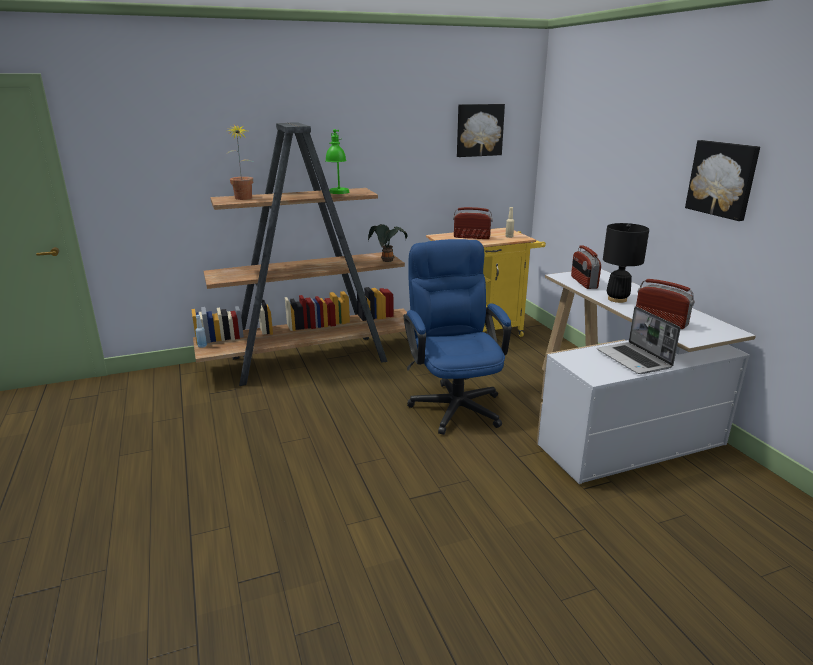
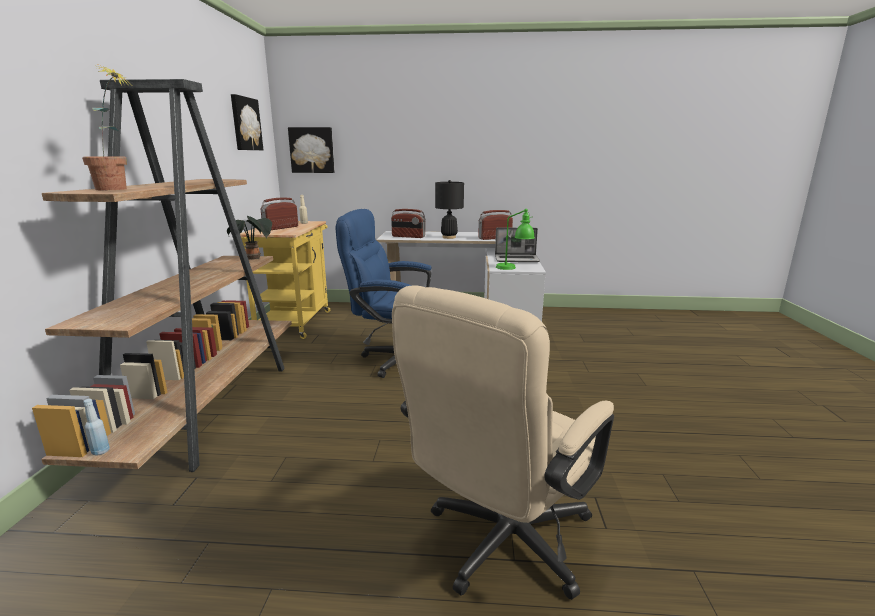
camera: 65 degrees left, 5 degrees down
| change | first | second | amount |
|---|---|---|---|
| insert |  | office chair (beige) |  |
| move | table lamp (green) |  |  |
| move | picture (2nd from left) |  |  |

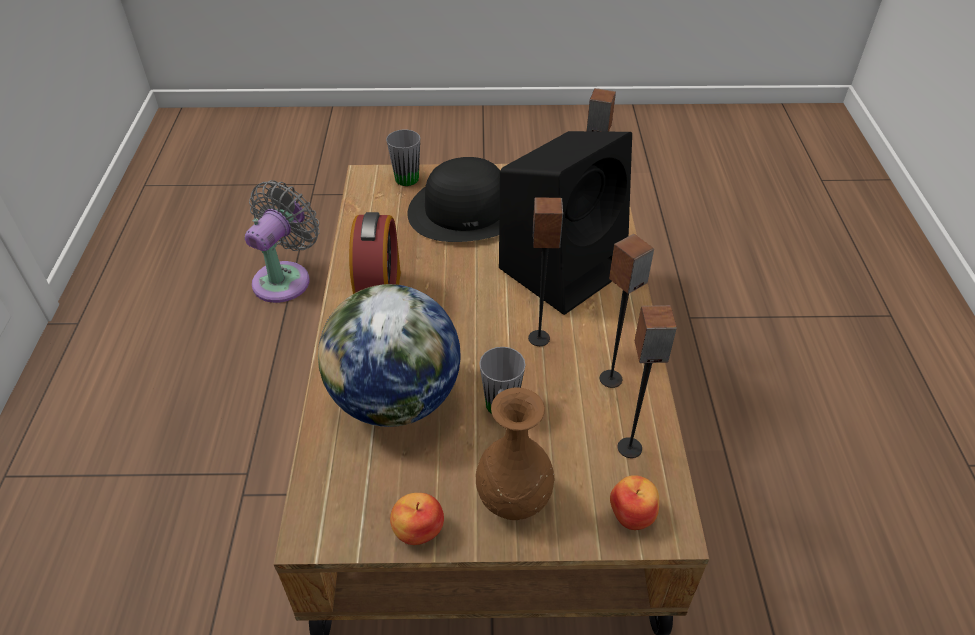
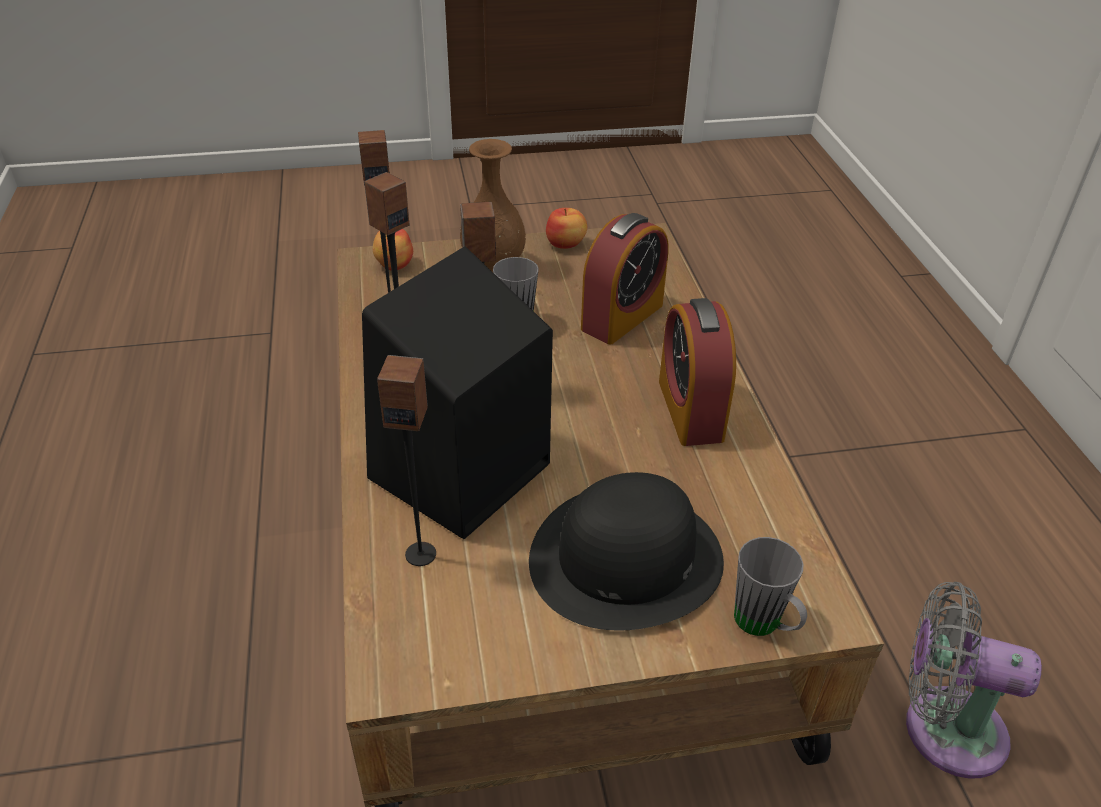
camera: 170 degrees right, 5 degrees down
| change | first | second | amount |
|---|---|---|---|
| replace | globe | alarm clock (1st from left) |  |
| rotate | fan (grey) |  | 90 degrees clockwise |

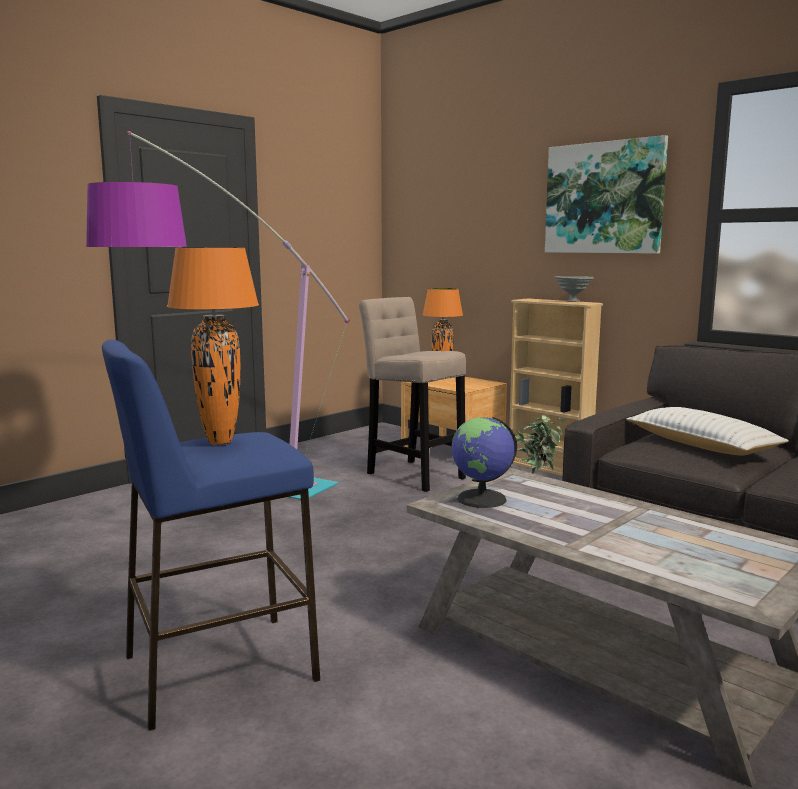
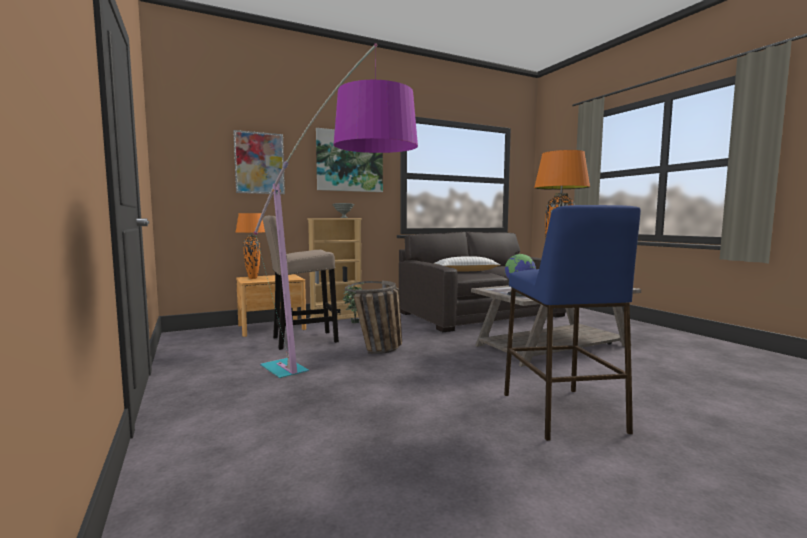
camera: 70 degrees left, 5 degrees down
| change | first | second | amount |
|---|---|---|---|
| insert |  | picture (1st from left) |  |
| insert |  | basket |  |

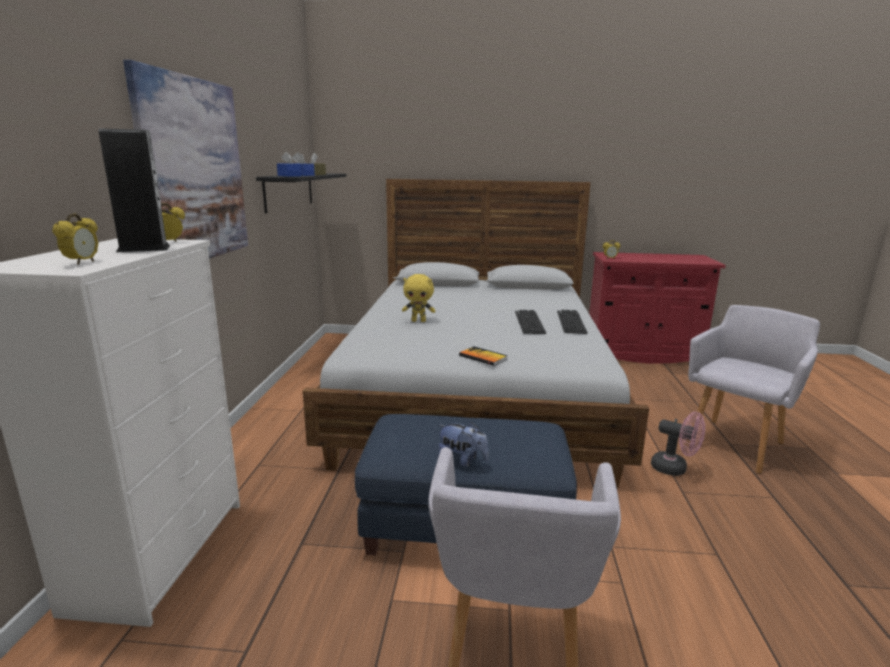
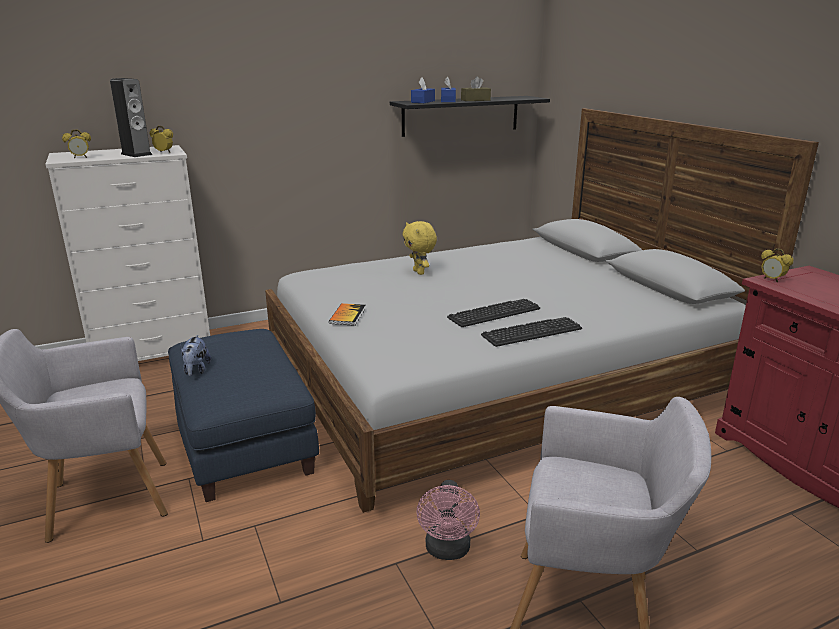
camera: 60 degrees right, 5 degrees up
| change | first | second | amount |
|---|---|---|---|
| delete | picture |  |  |

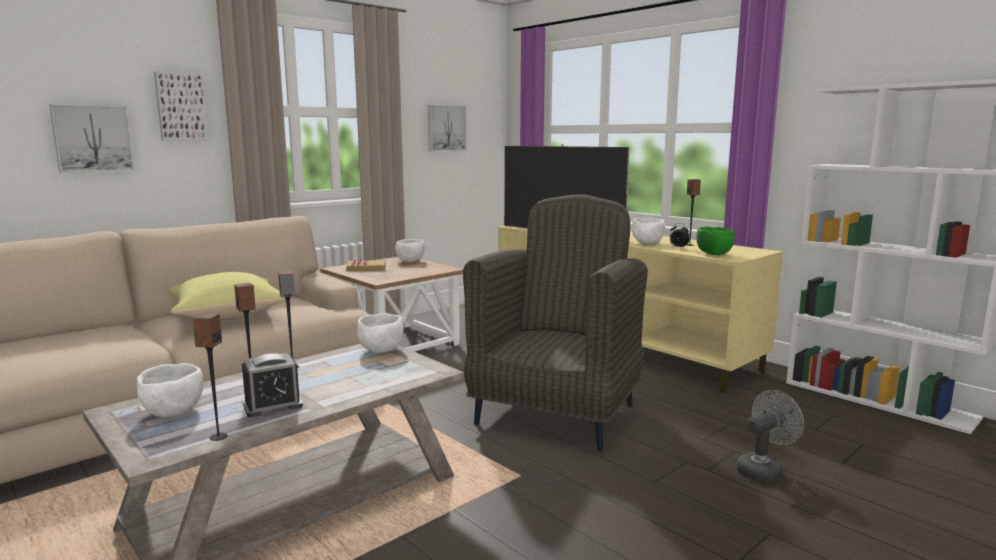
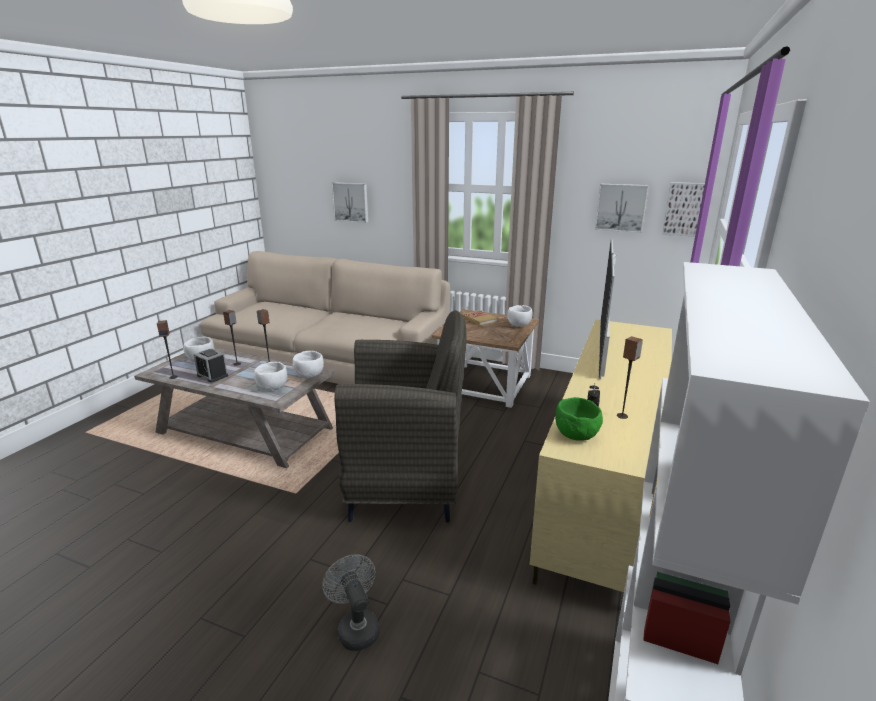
camera: 65 degrees right, 10 degrees up
| change | first | second | amount |
|---|---|---|---|
| delete | pillow (yellow) |  |  |
| move | picture (2nd from left in the first image) | picture (3rd from left) |  |
| move | bowl (white) (4th from left in the first image) | bowl (white) (2nd from left) |  |
| rotate | fan (grey) |  | 150 degrees counterclockwise |

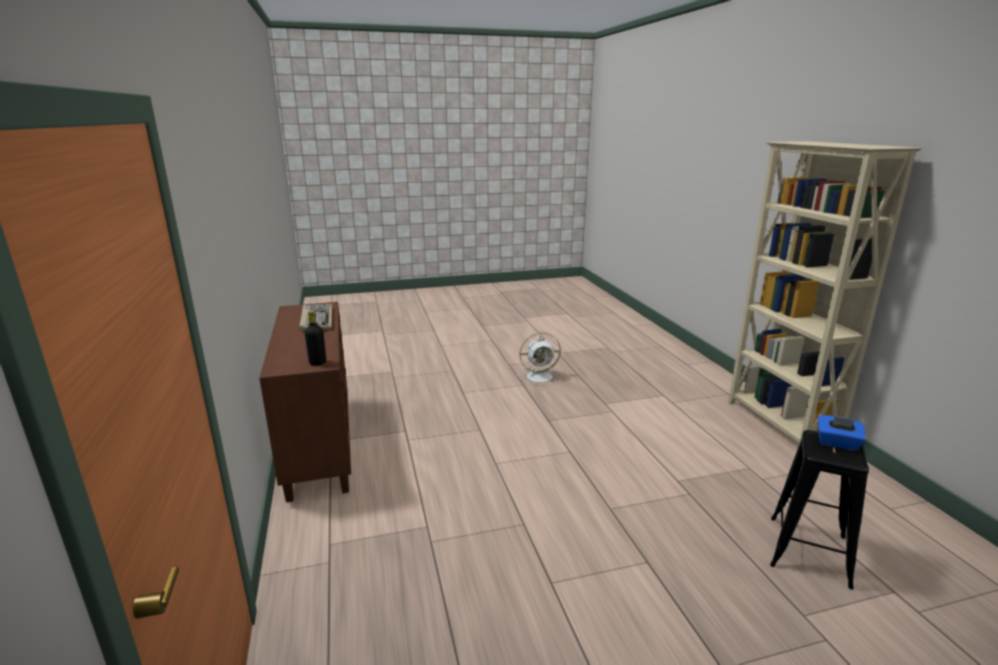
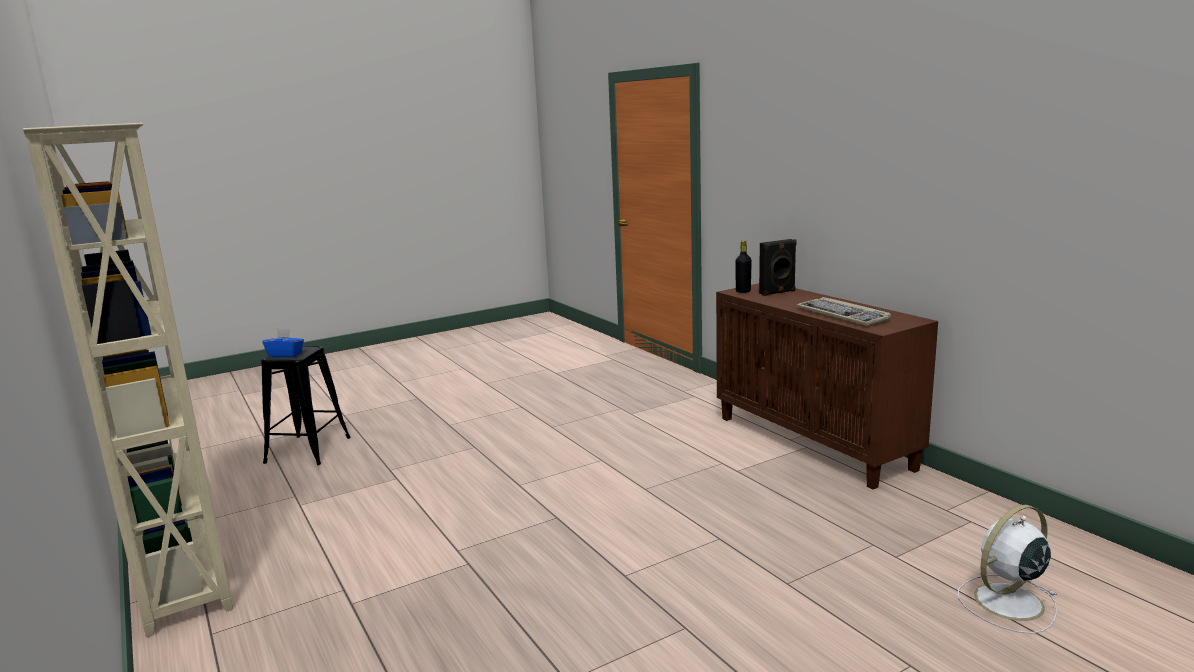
camera: 165 degrees right, 5 degrees down
| change | first | second | amount |
|---|---|---|---|
| insert |  | speaker (black) |  |
| move | fan (white) |  |  |

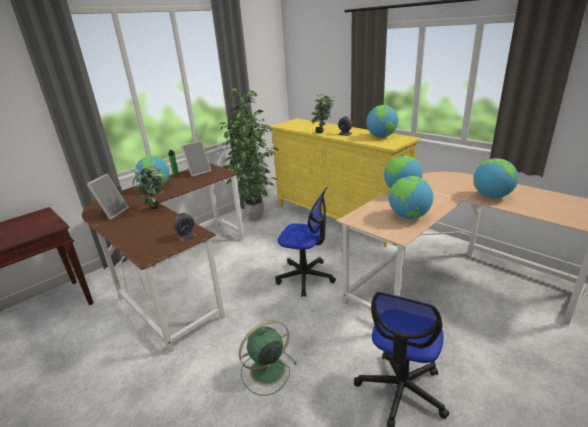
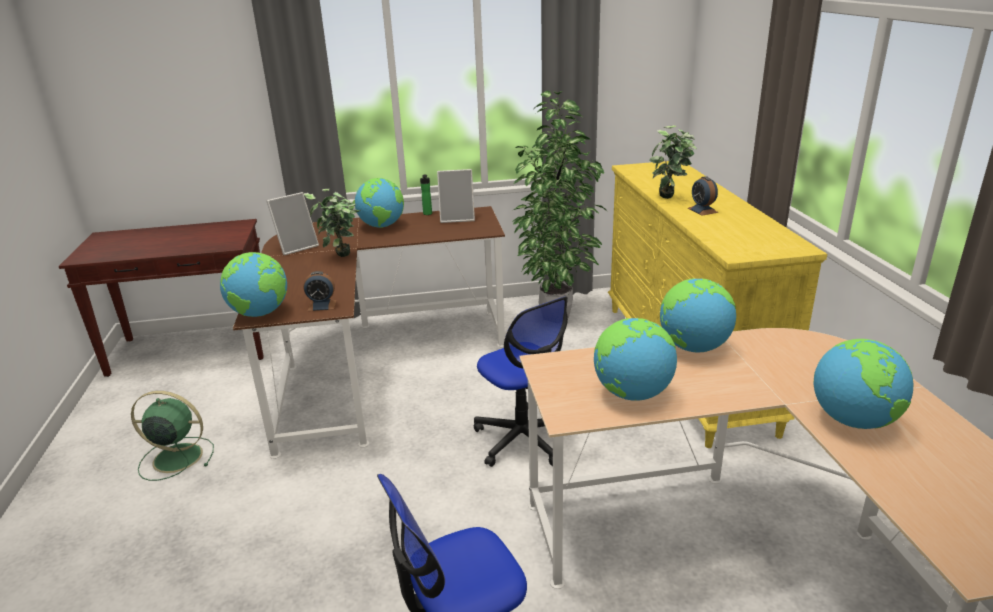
camera: 35 degrees right, 0 degrees up
| change | first | second | amount |
|---|---|---|---|
| move | fan (green) |  |  |
| move | globe (2nd from left in the first image) | globe (1st from left) |  |

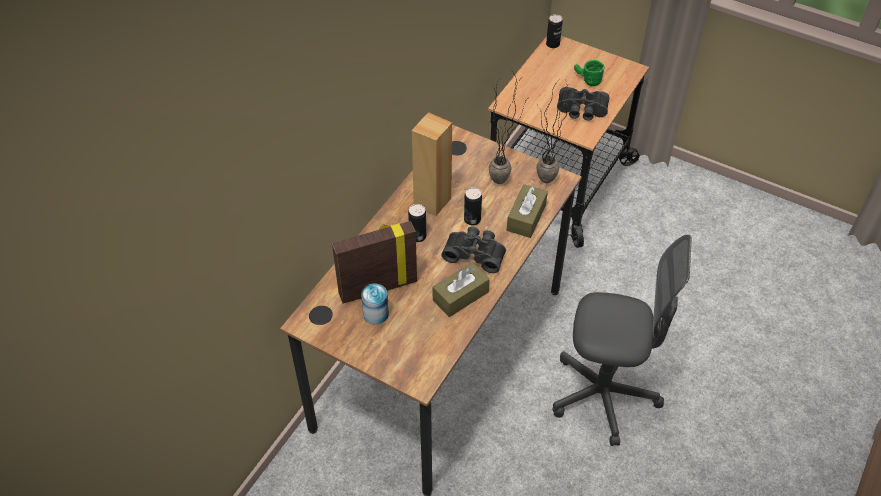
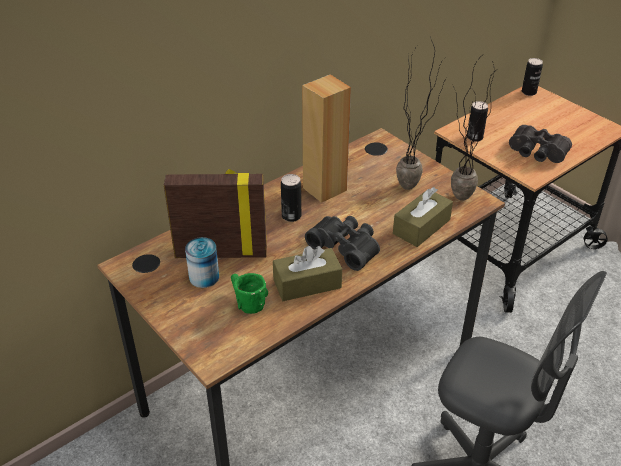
camera: 20 degrees right, 10 degrees down
| change | first | second | amount |
|---|---|---|---|
| move | can (3rd from left) |  |  |
| move | mug (green) |  |  |

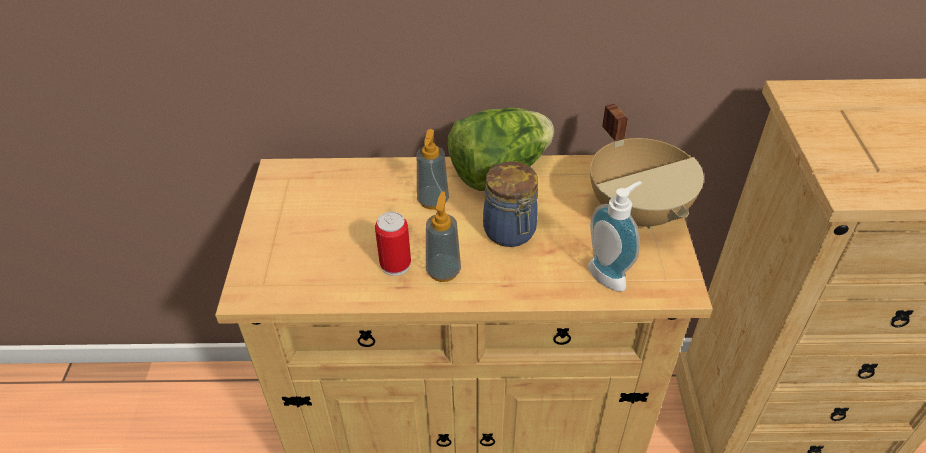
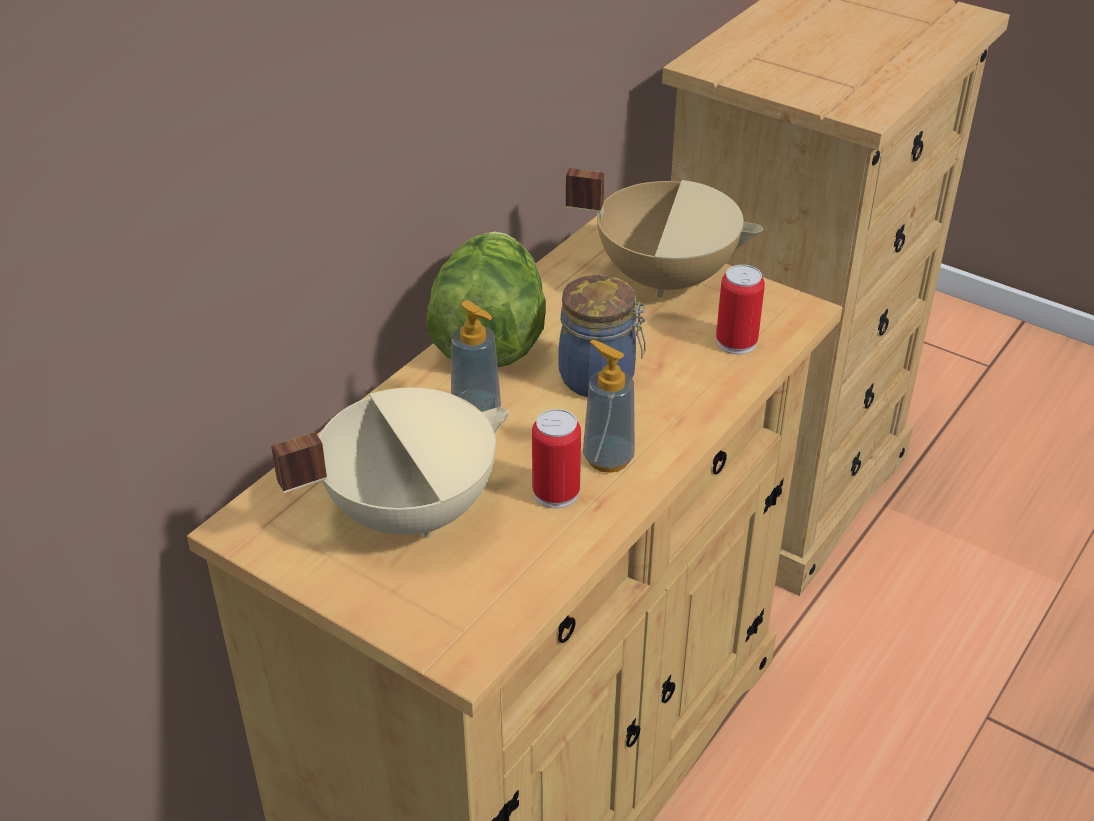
camera: 55 degrees left, 5 degrees down
| change | first | second | amount |
|---|---|---|---|
| insert |  | cooking pot (beige) (1st from left) |  |
| replace | soap dispenser (3rd from left) | can (2nd from left) |  |

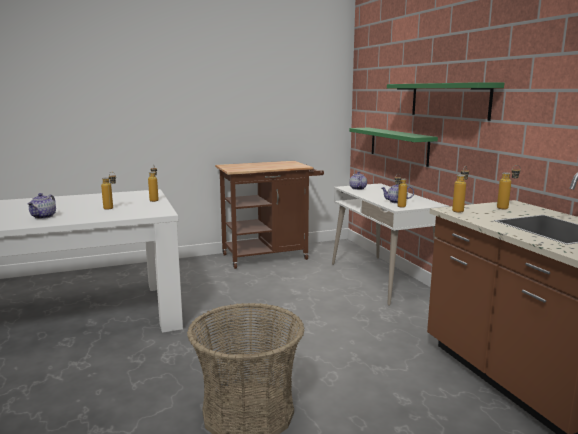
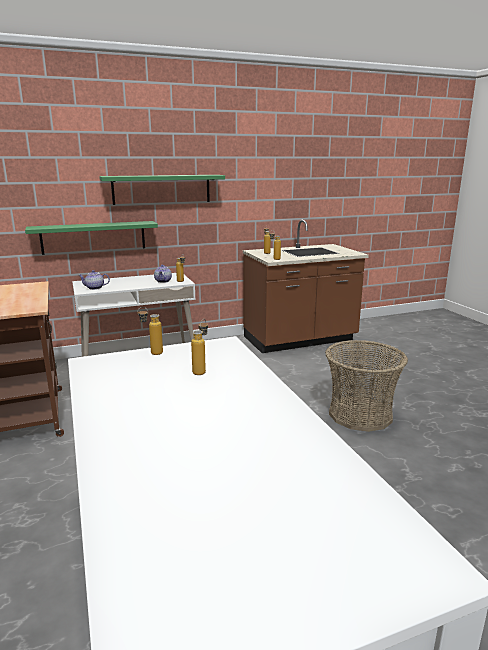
camera: 90 degrees left, 5 degrees up
| change | first | second | amount |
|---|---|---|---|
| delete | teapot (1st from left) |  |  |

